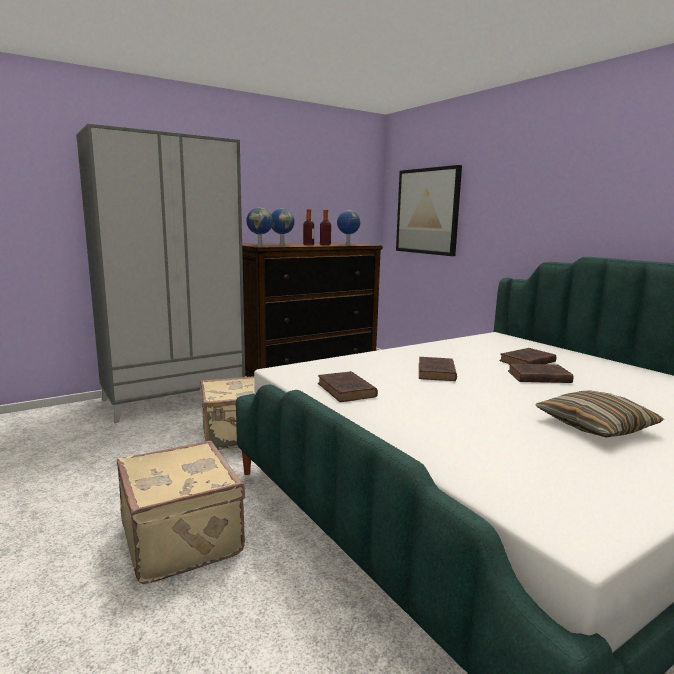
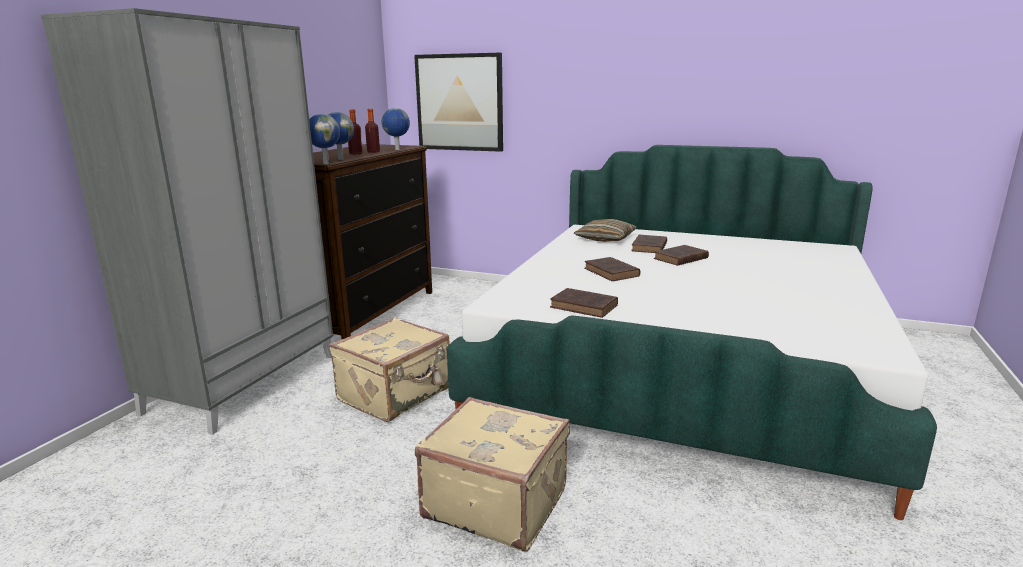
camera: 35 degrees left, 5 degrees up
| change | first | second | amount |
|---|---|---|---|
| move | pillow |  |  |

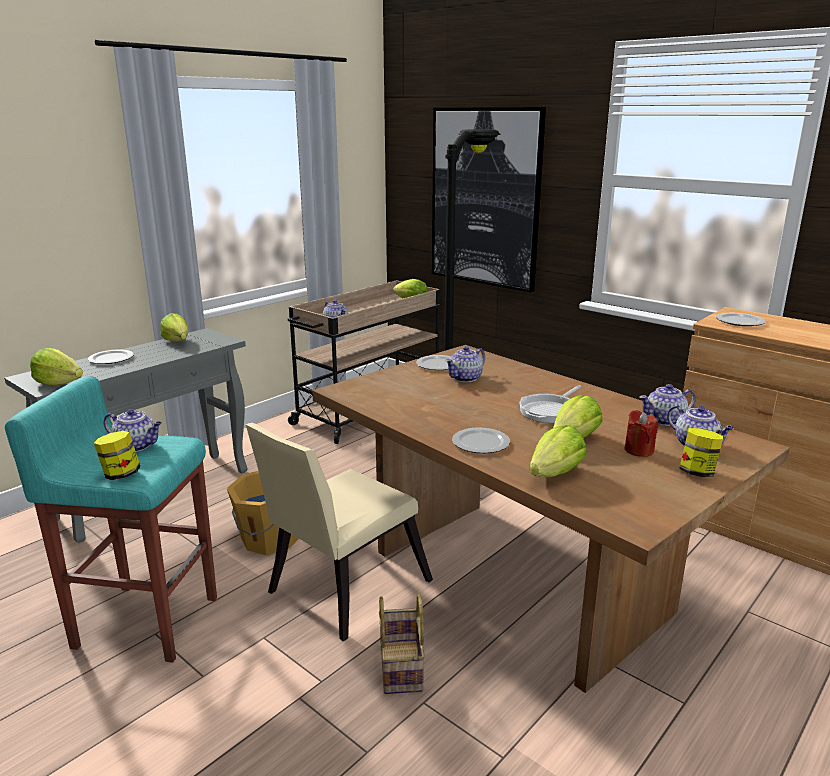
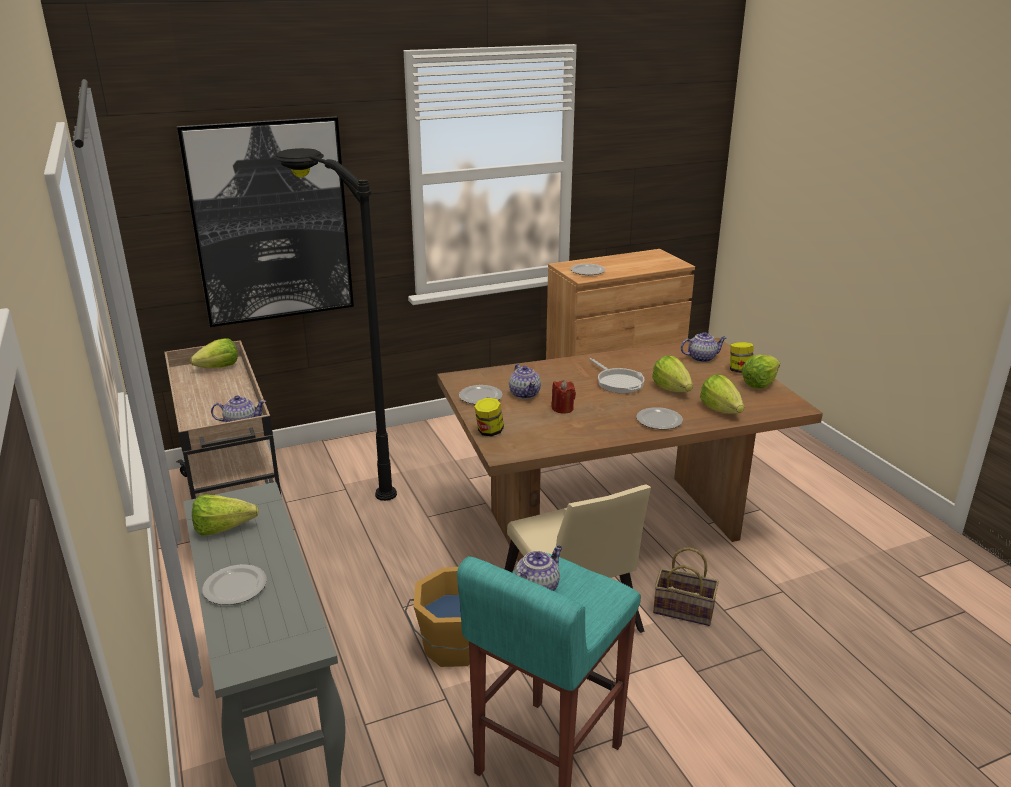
camera: 65 degrees left, 5 degrees up
| change | first | second | amount |
|---|---|---|---|
| delete | teapot (4th from left) |  |  |
| move | lettuce (1st from left in the first image) | lettuce (5th from left) |  |
| move | jar (1st from left) |  |  |
| move | candle (red) |  |  |

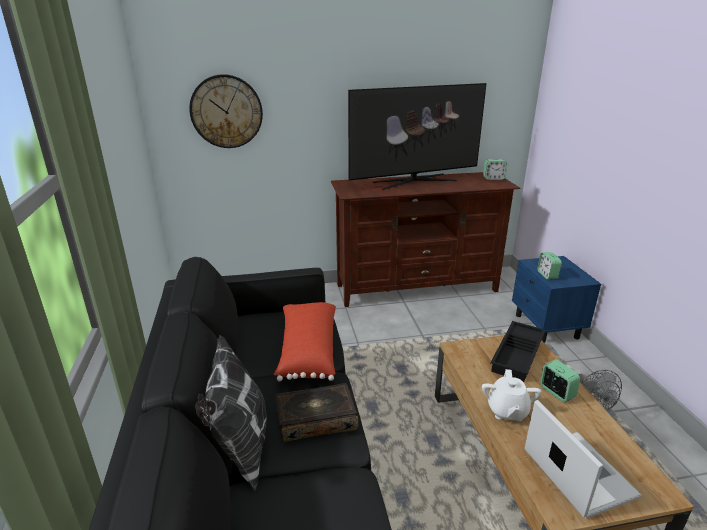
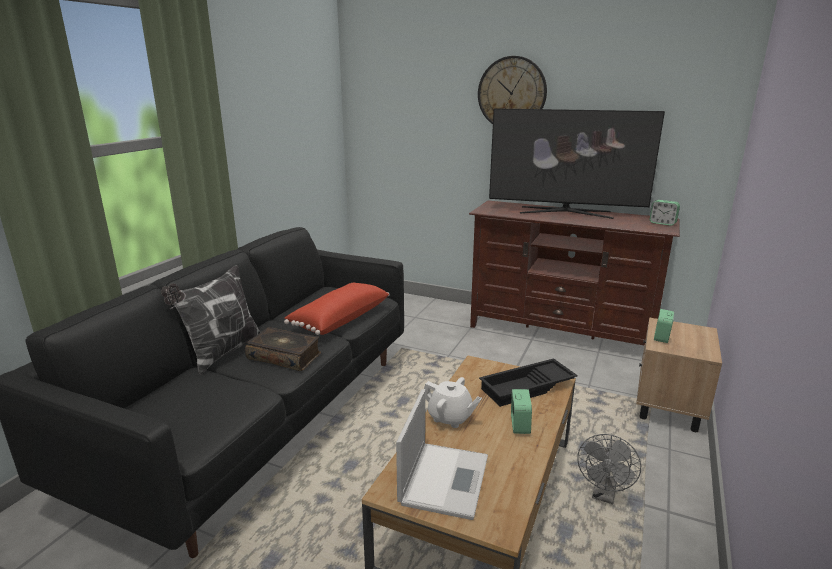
camera: 35 degrees right, 5 degrees down
| change | first | second | amount |
|---|---|---|---|
| move | wall clock |  |  |
| recolor | nightstand (blue) | nightstand (beige) |  |
| rotate | teapot (white) |  | 105 degrees counterclockwise |

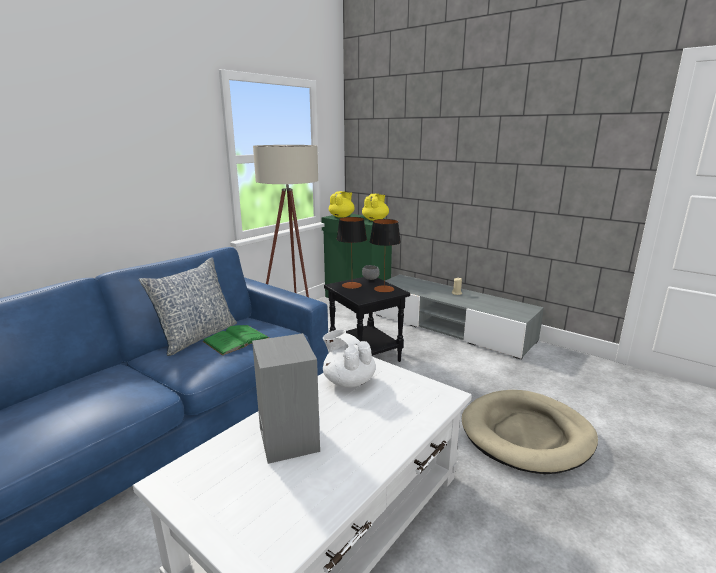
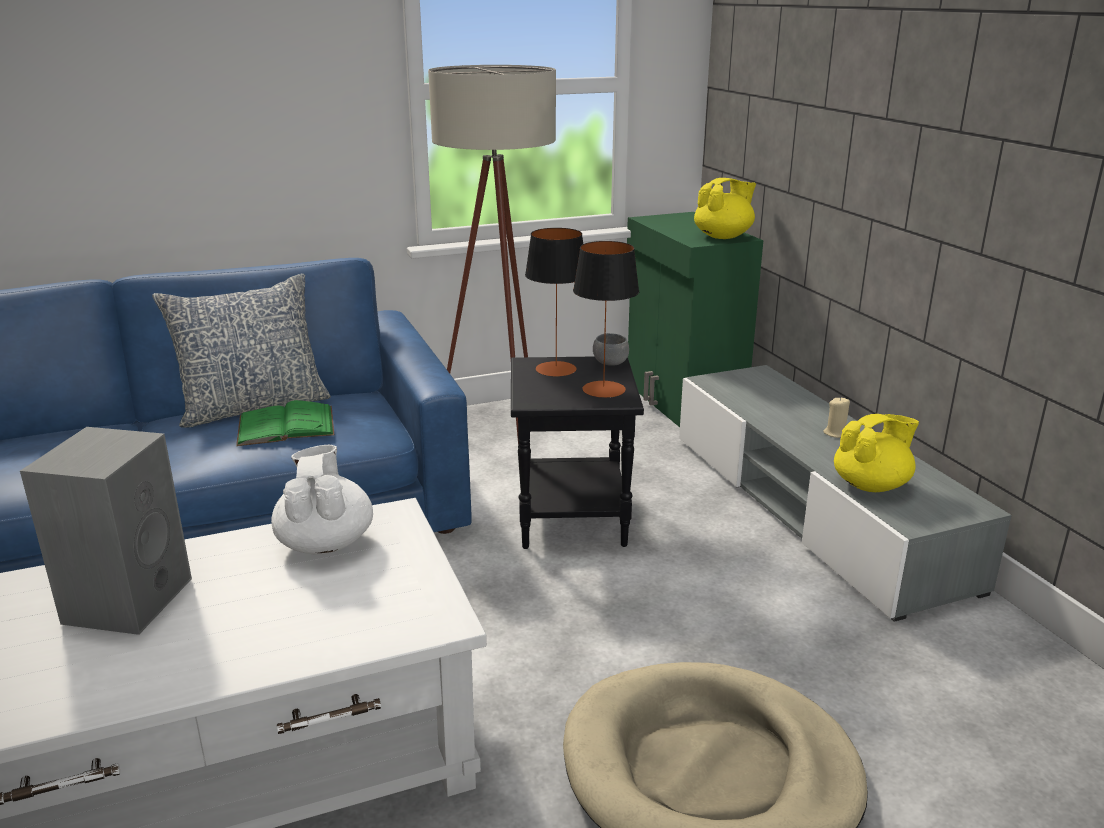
camera: 30 degrees right, 5 degrees up
| change | first | second | amount |
|---|---|---|---|
| move | teapot (yellow) (1st from left in the first image) | teapot (yellow) (2nd from left) |  |

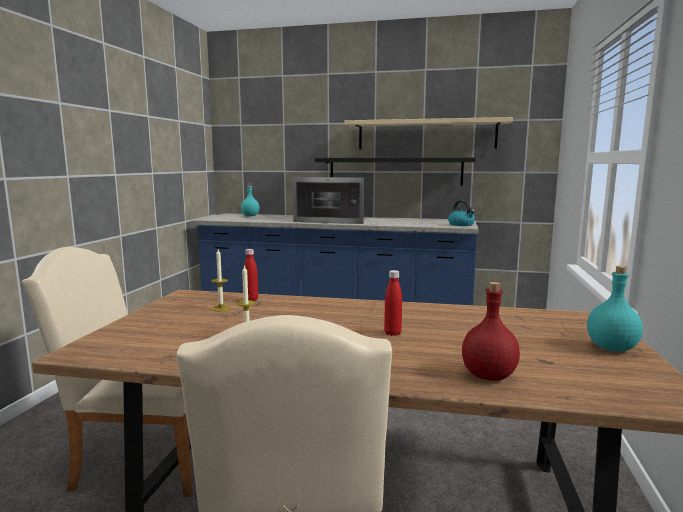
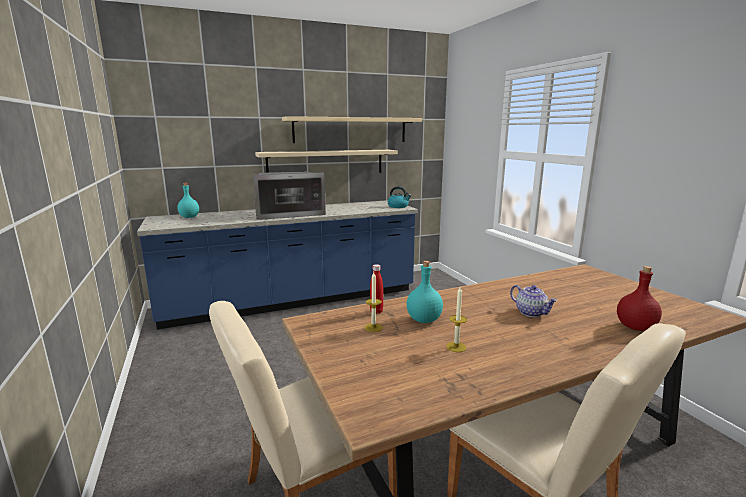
camera: 35 degrees left, 5 degrees up
| change | first | second | amount |
|---|---|---|---|
| move | bottle (turquoise) (2nd from left) |  |  |
| replace | bottle (red) (2nd from left) | teapot |  |
| recolor | shelf (black) | shelf (beige) (1st from left) |  |

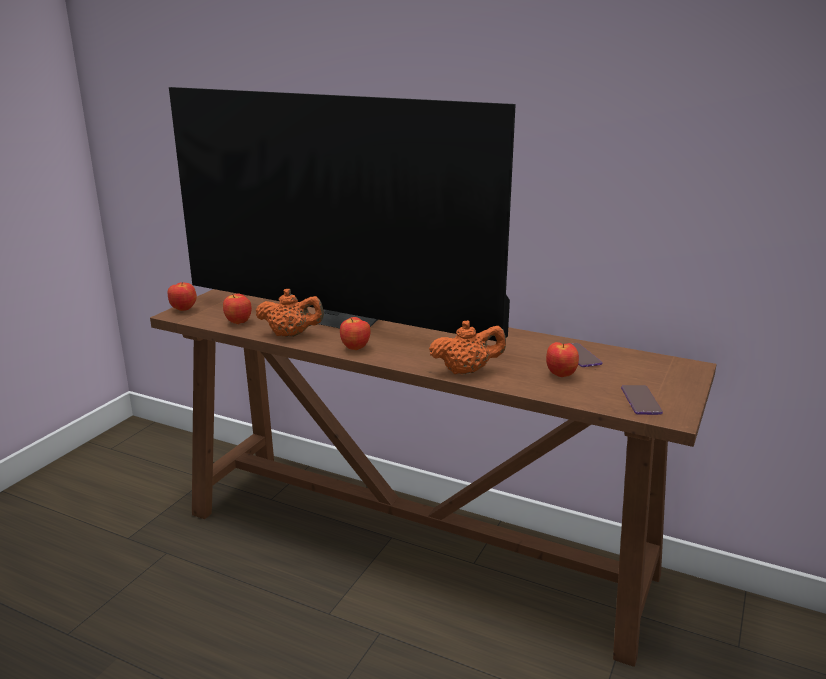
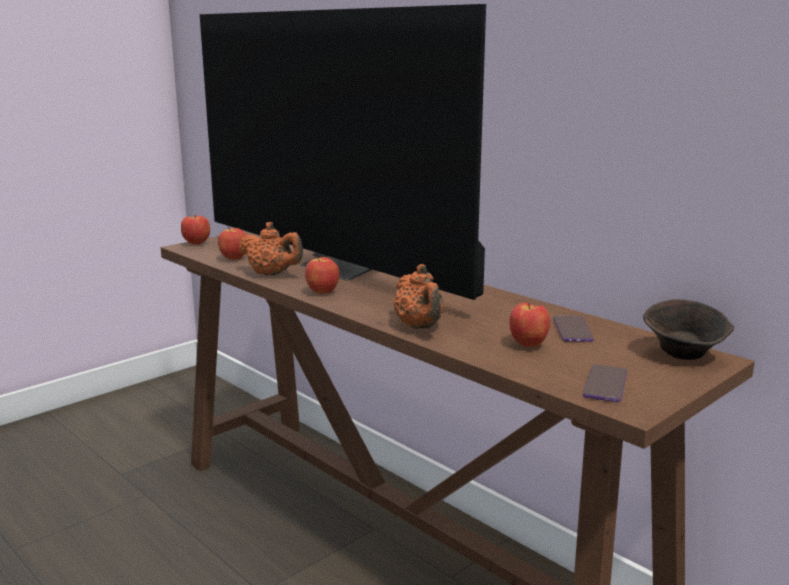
camera: 20 degrees right, 5 degrees down
| change | first | second | amount |
|---|---|---|---|
| insert |  | bowl (brown) |  |
| rotate | teapot (orange) (2nd from left) |  | 60 degrees clockwise |

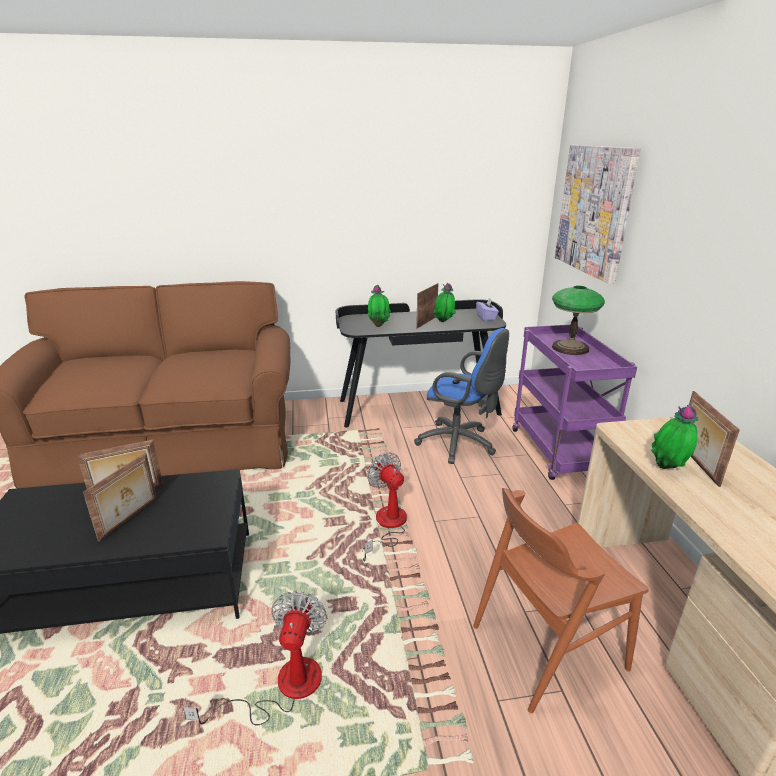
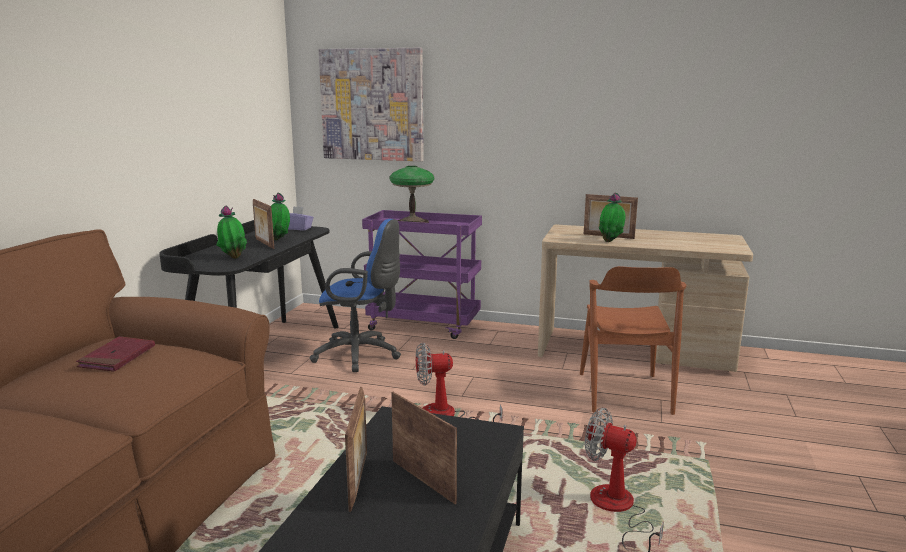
camera: 65 degrees left, 10 degrees down
| change | first | second | amount |
|---|---|---|---|
| insert |  | book (red) |  |
| rotate | office chair (blue) |  | 45 degrees clockwise |

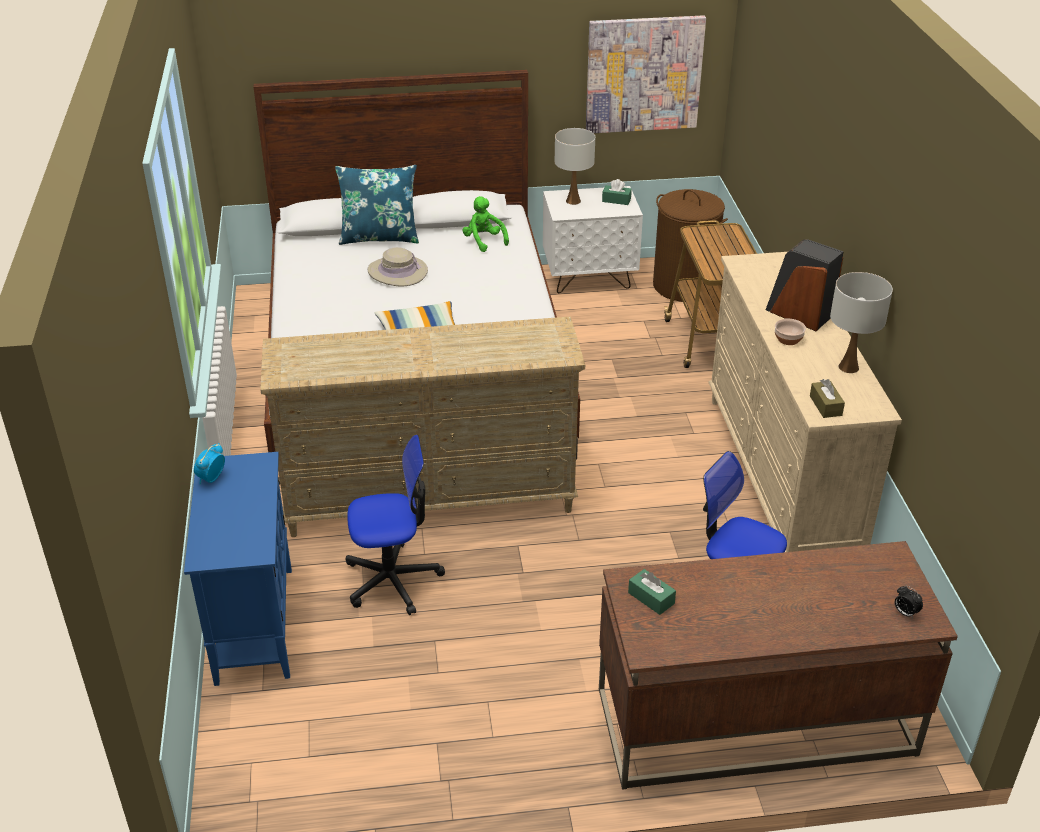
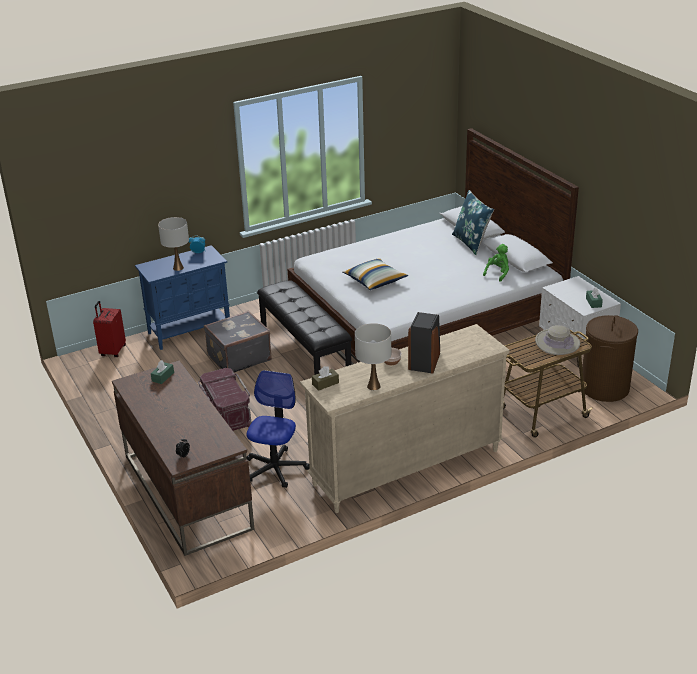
camera: 70 degrees right, 5 degrees down
| change | first | second | amount |
|---|---|---|---|
| delete | picture |  |  |
| insert |  | suitcase (red) |  |
| insert |  | storage box (red) |  |
| move | hat (beige) |  |  |
| move | table lamp (white) (1st from left) |  |  |
| replace | dresser (beige) (1st from left) | bench (black) |  |
| replace | office chair (1st from left) | suitcase (grey) |  |

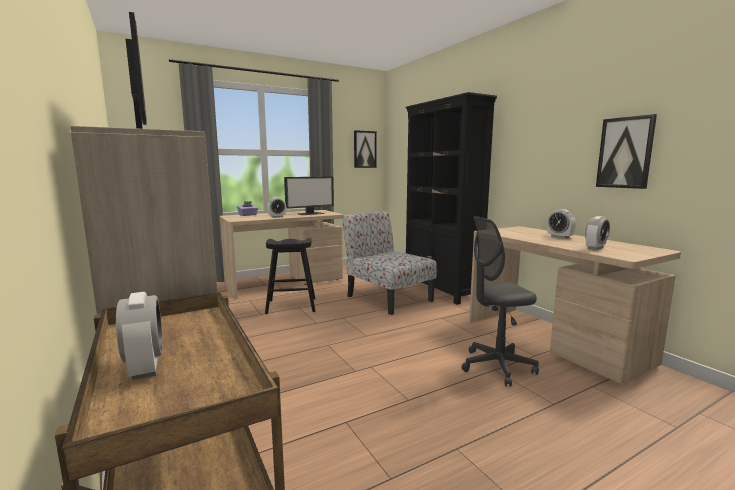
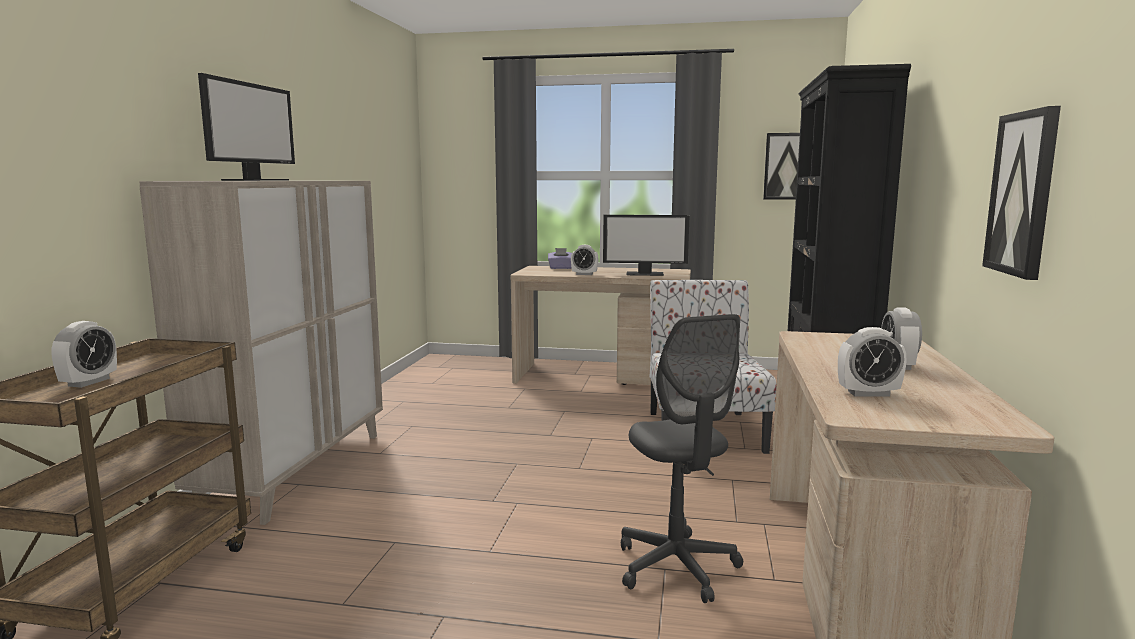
camera: 40 degrees right, 0 degrees up
| change | first | second | amount |
|---|---|---|---|
| delete | stool (black) |  |  |
| rotate | office chair (grey) |  | 135 degrees counterclockwise |

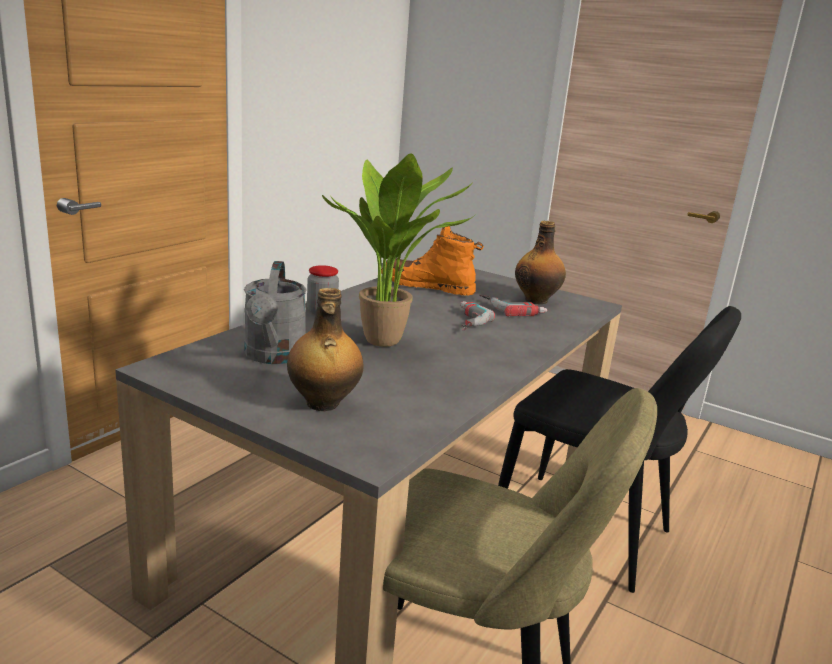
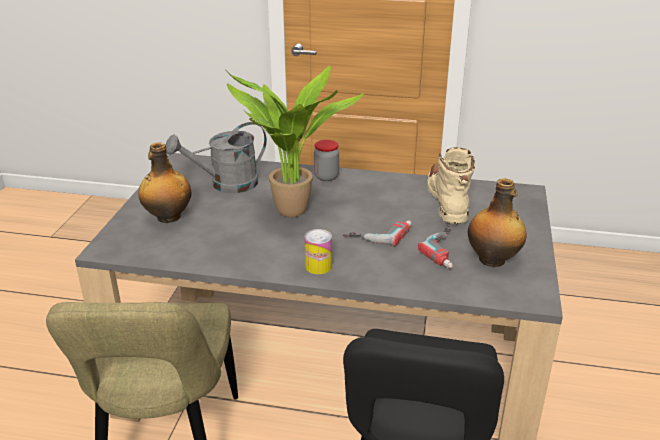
camera: 70 degrees right, 10 degrees up
| change | first | second | amount |
|---|---|---|---|
| insert |  | can |  |
| recolor | boot (orange) | boot (beige) |  |

